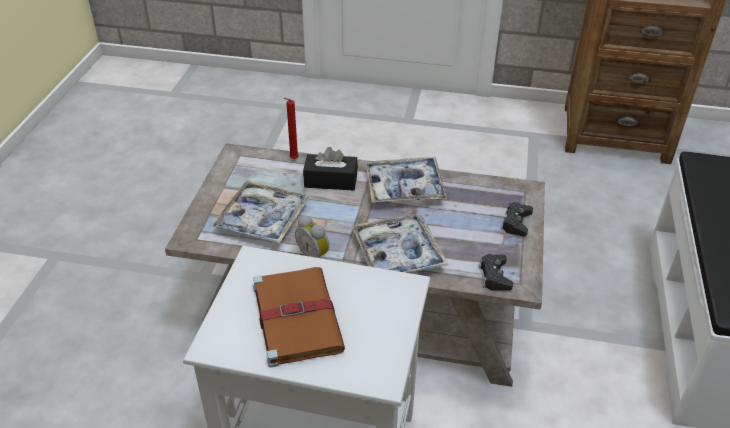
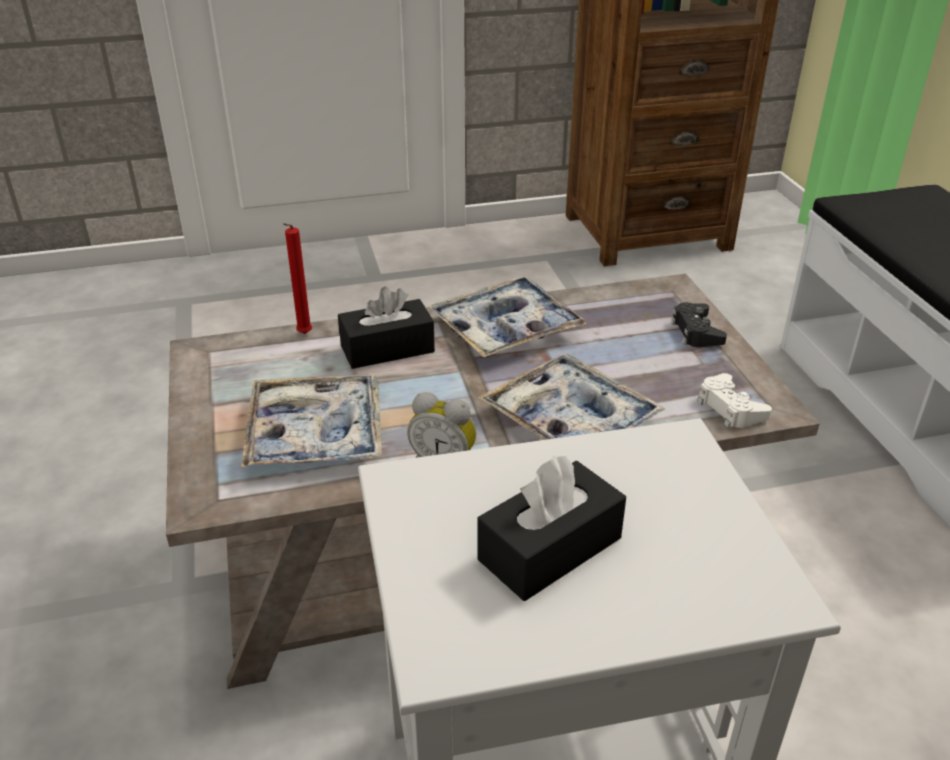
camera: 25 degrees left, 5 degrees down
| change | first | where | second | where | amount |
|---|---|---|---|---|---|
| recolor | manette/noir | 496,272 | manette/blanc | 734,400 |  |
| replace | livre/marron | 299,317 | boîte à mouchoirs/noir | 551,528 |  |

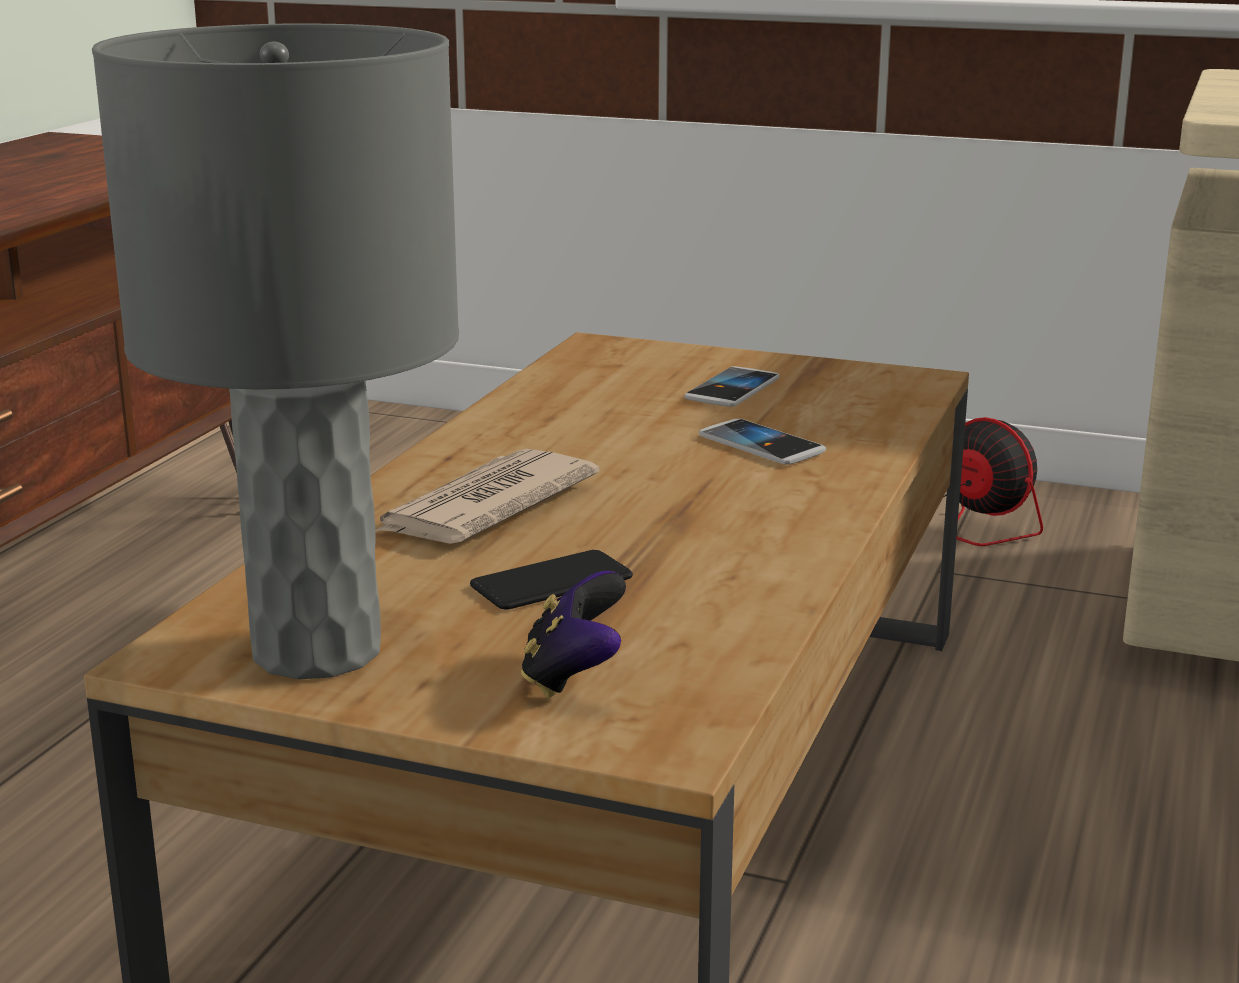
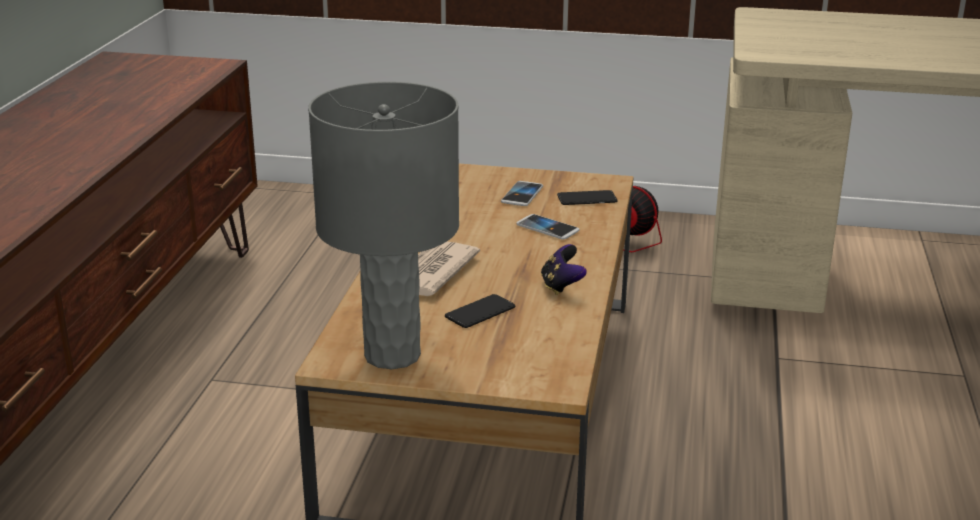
camera: 10 degrees left, 5 degrees up
| change | first | where | second | where | amount |
|---|---|---|---|---|---|
| move | manette | 573,635 |  | 564,269 |  |
| insert |  |  | téléphone | 587,197 |  |

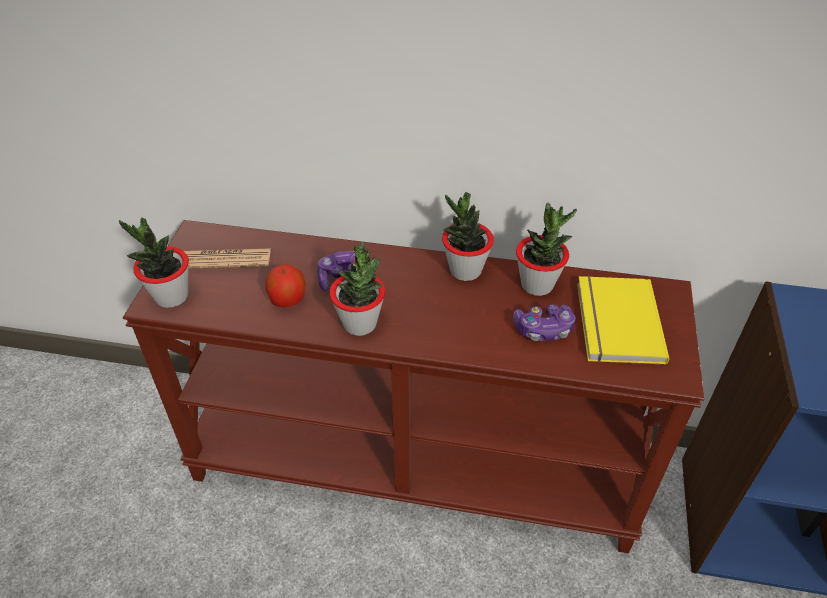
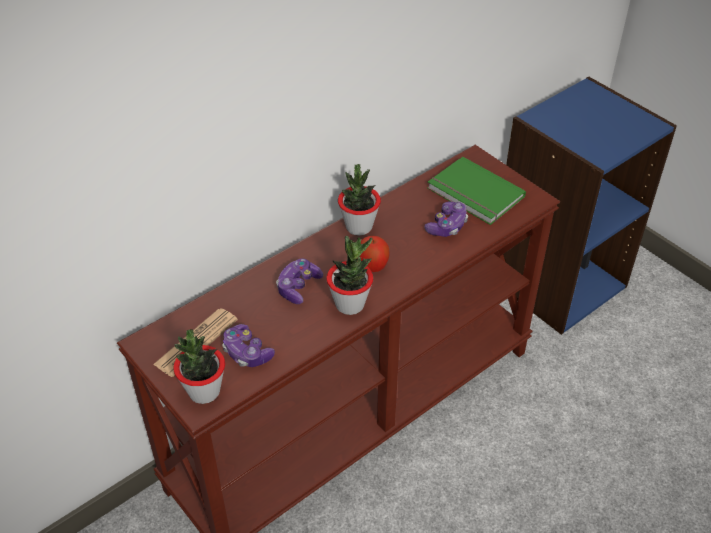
camera: 50 degrees left, 0 degrees up
| change | first | where | second | where | amount |
|---|---|---|---|---|---|
| delete | plante en pot | 546,249 |  |  |  |
| move | pomme | 285,285 |  | 375,254 |  |
| recolor | livre/jaune | 623,320 | livre/vert | 476,190 |  |
| insert |  |  | manette | 248,345 |  |

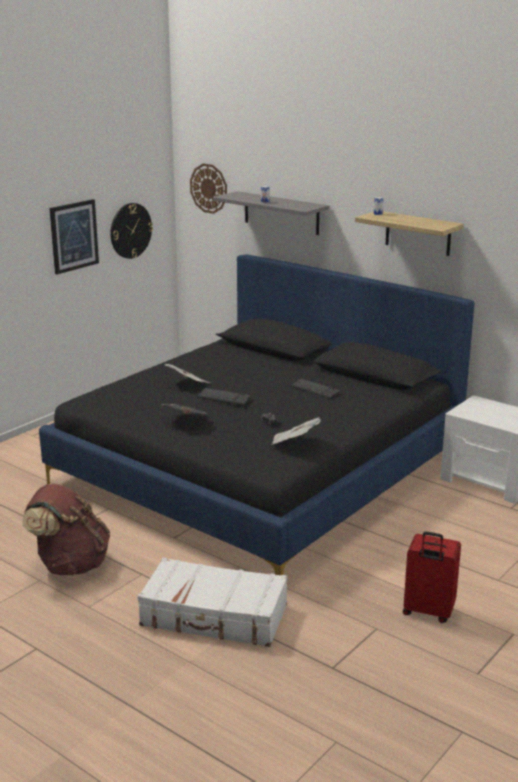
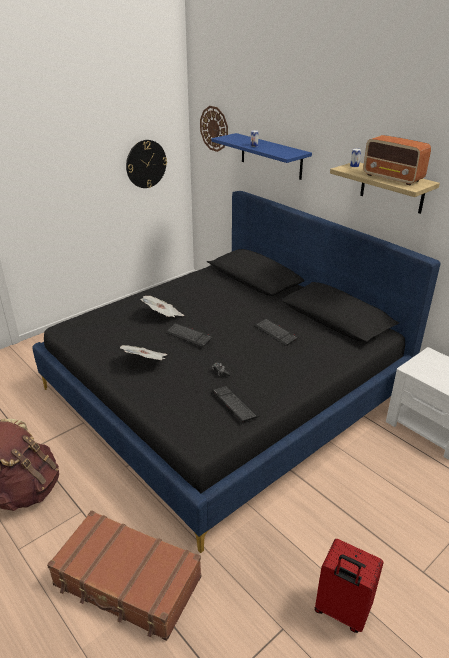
camera: 10 degrees right, 10 degrees up
| change | first | where | second | where | amount |
|---|---|---|---|---|---|
| recolor | étagère/gris | 271,213 | étagère/bleu | 261,156 |  |
| delete | tableau | 74,236 |  |  |  |
| replace | journal | 296,431 | clavier | 235,404 |  |
| recolor | valise/blanc | 212,602 | valise/marron | 124,575 |  |
| insert |  |  | radio | 397,160 |  |

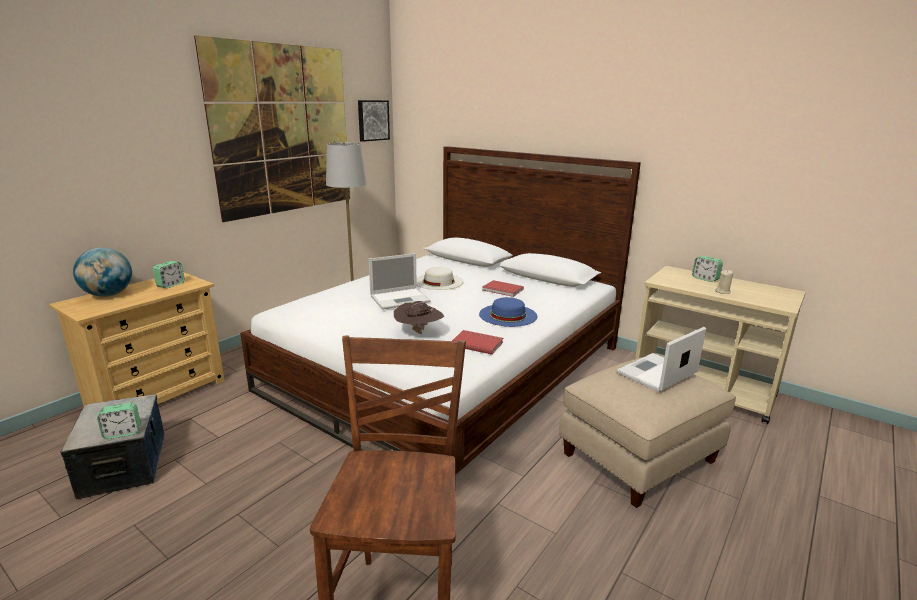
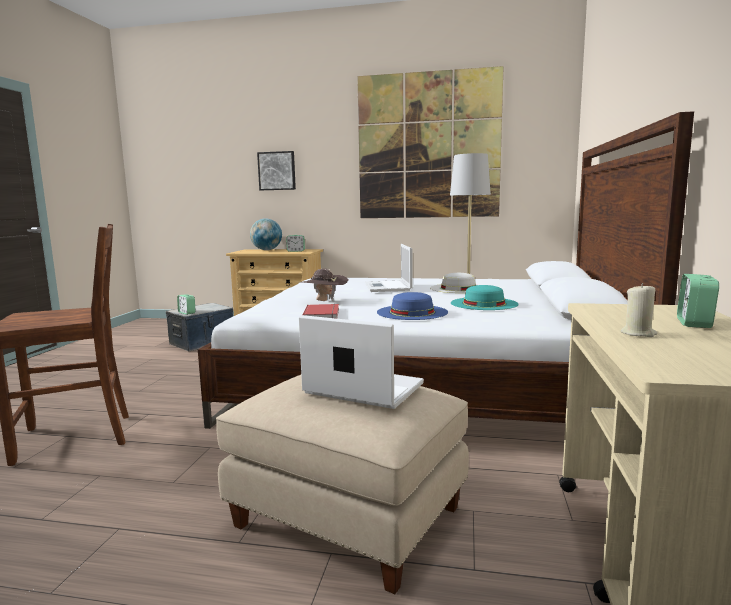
camera: 65 degrees right, 10 degrees down
| change | first | where | second | where | amount |
|---|---|---|---|---|---|
| move | tableau | 374,121 |  | 276,170 |  |
| rotate | ordinateur portable | 399,281 |  | 389,268 | 45 degrees clockwise |
| replace | livre/rouge | 503,288 | chapeau/turquoise | 485,297 |  |

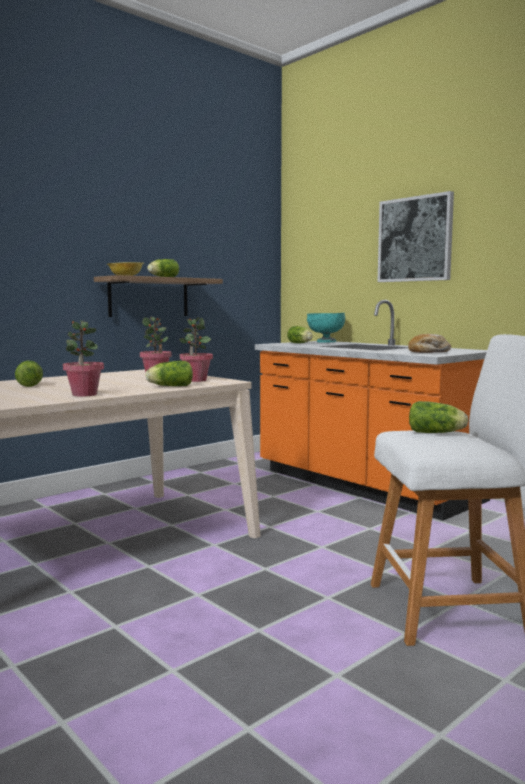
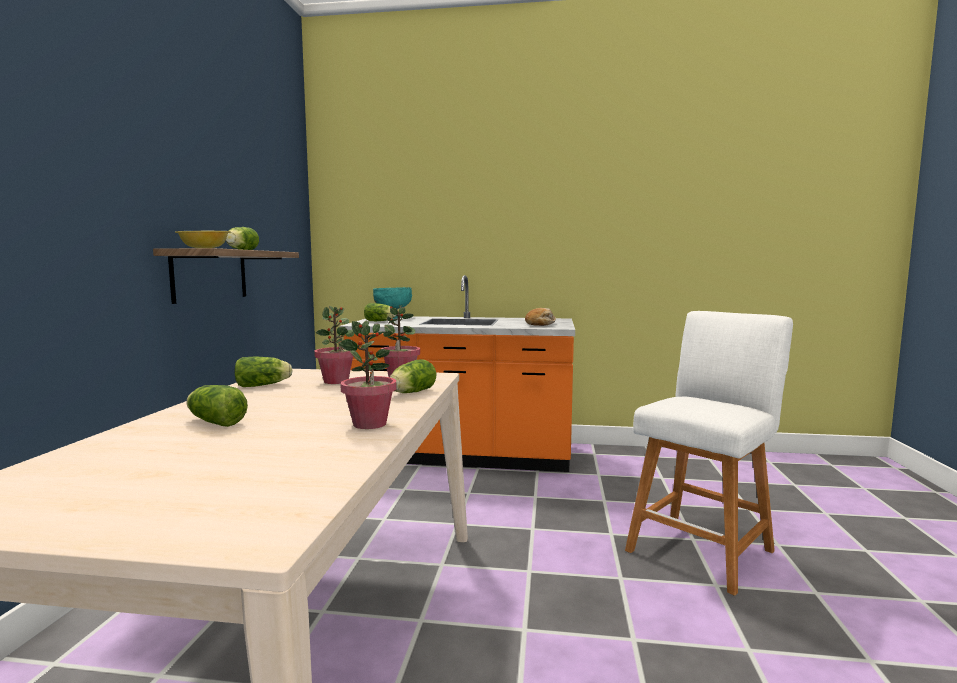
camera: 40 degrees left, 0 degrees up
| change | first | where | second | where | amount |
|---|---|---|---|---|---|
| delete | tableau | 415,236 |  |  |  |
| move | laitue | 438,417 |  | 263,372 |  |

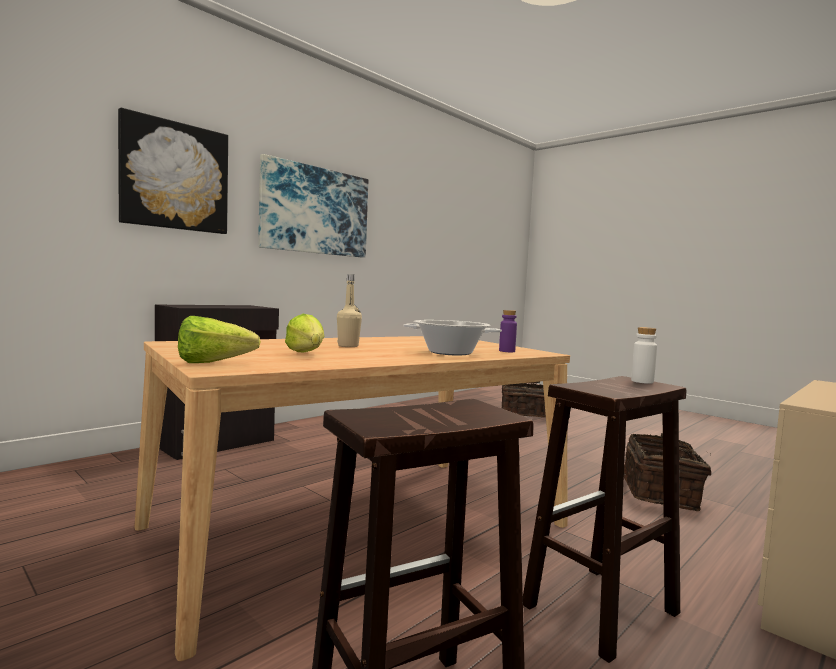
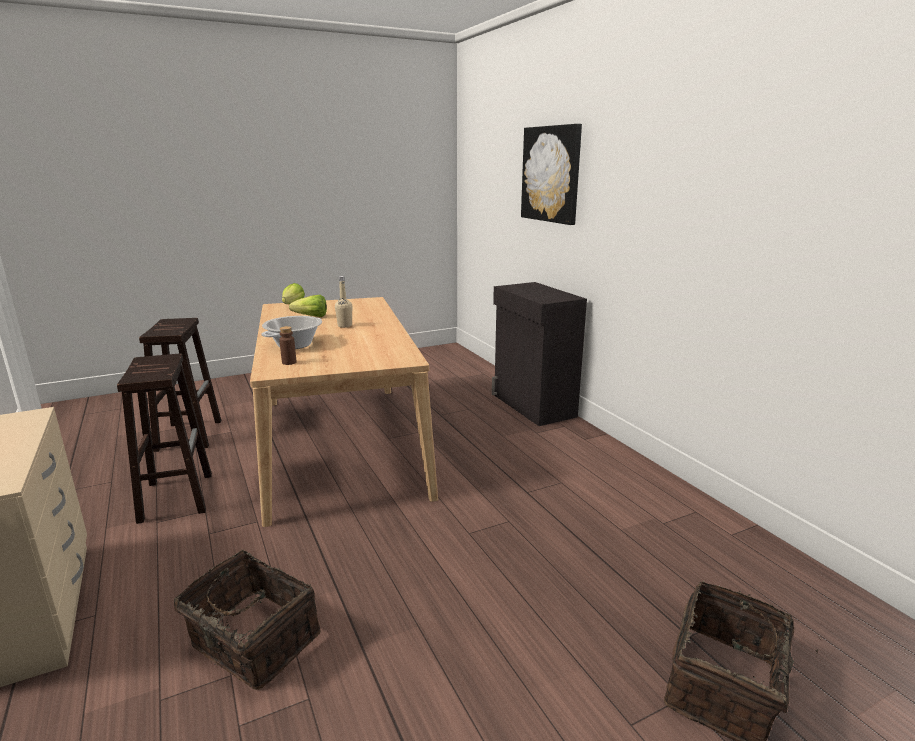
camera: 110 degrees right, 15 degrees up
| change | first | where | second | where | amount |
|---|---|---|---|---|---|
| delete | tableau | 313,206 |  |  |  |
| recolor | bouteille/violet | 508,331 | bouteille/marron | 287,345 |  |
| delete | bouteille/blanc | 644,355 |  |  |  |

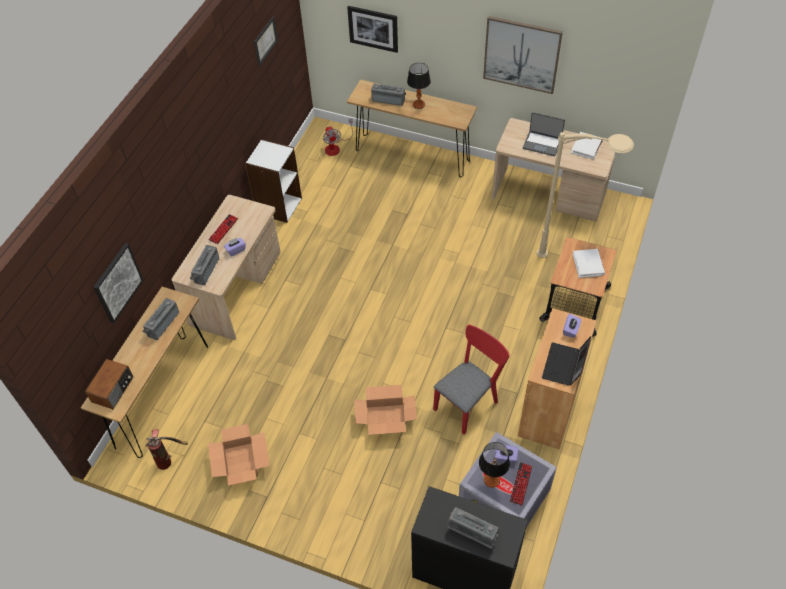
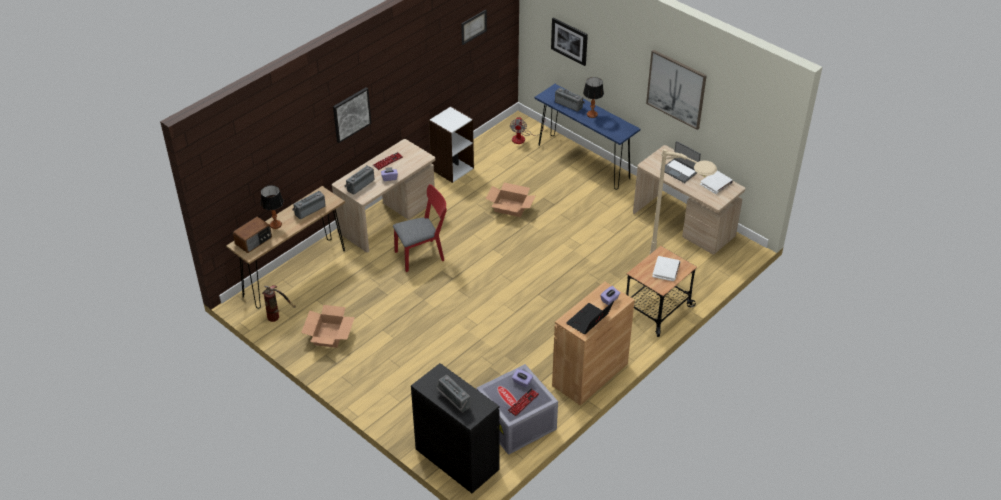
camera: 20 degrees right, 10 degrees down
| change | first | where | second | where | amount |
|---|---|---|---|---|---|
| recolor | table console/marron | 412,128 | table console/bleu | 587,137 |  |
| move | tableau | 118,283 |  | 352,115 |  |
| move | chaise/rouge | 471,379 |  | 420,228 |  |
| move | carton | 385,410 |  | 511,200 |  |
| move | lampe de table | 494,465 |  | 272,207 |  |

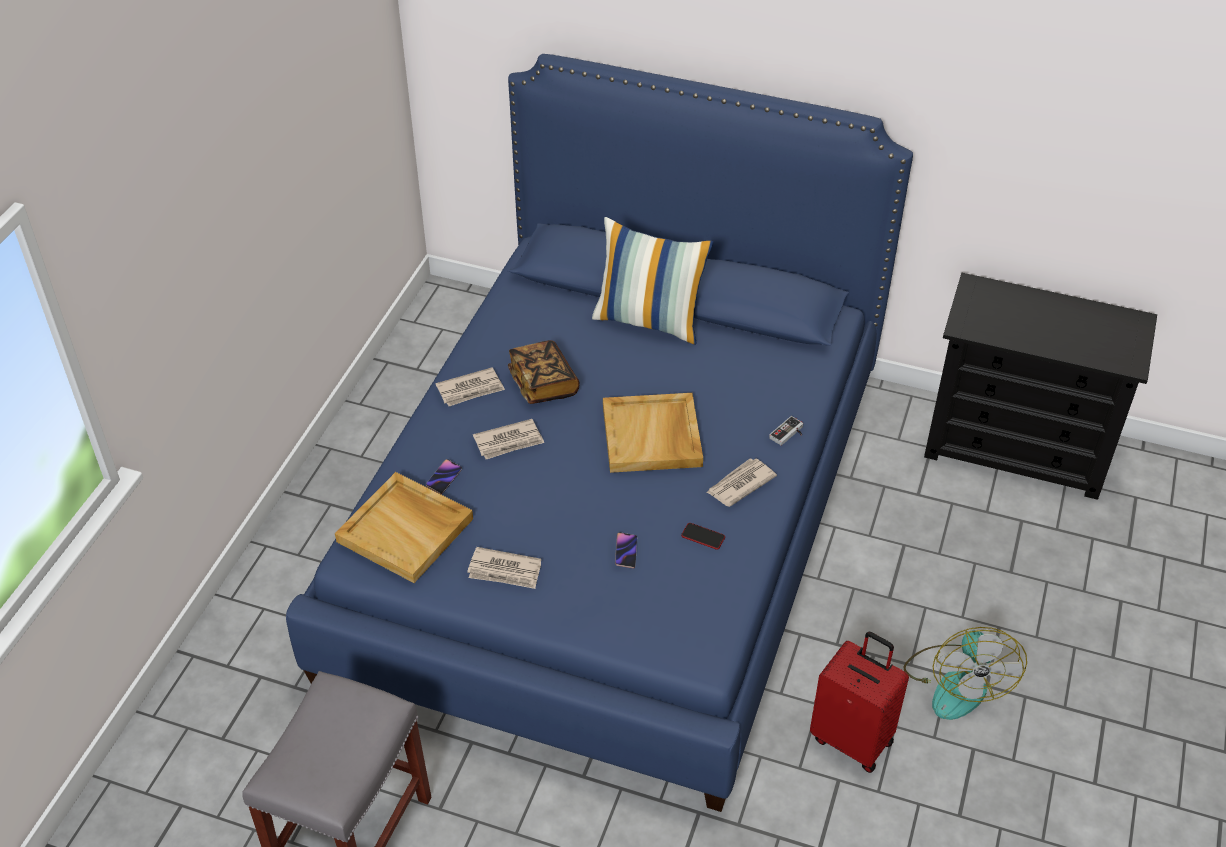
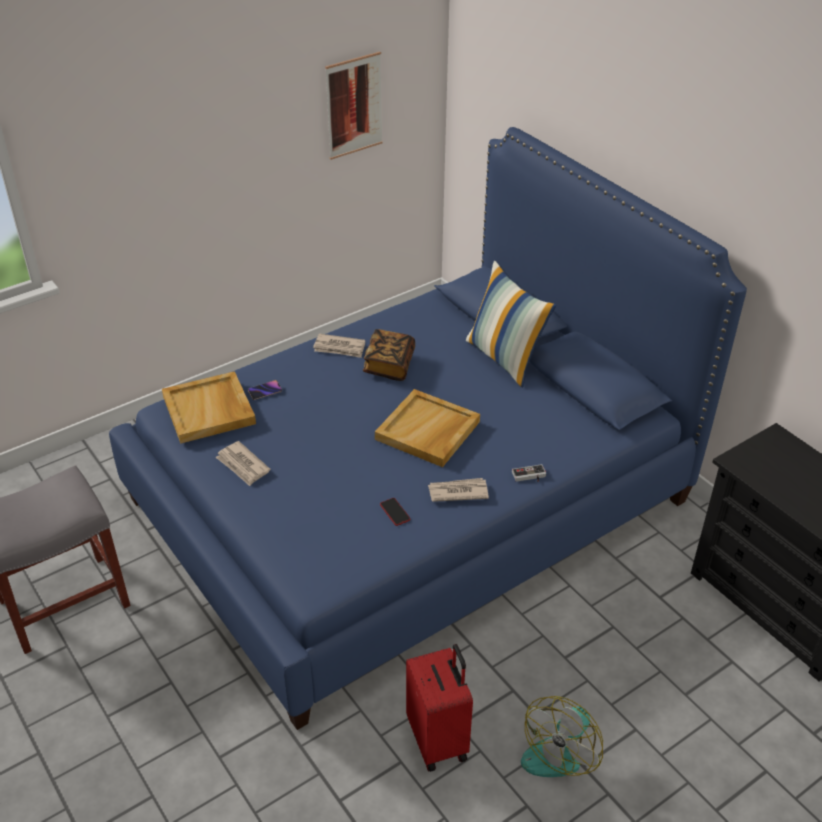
camera: 35 degrees right, 5 degrees down
| change | first | where | second | where | amount |
|---|---|---|---|---|---|
| delete | journal | 508,439 |  |  |  |
| delete | téléphone | 626,550 |  |  |  |
| insert |  |  | tableau | 353,106 |  |

